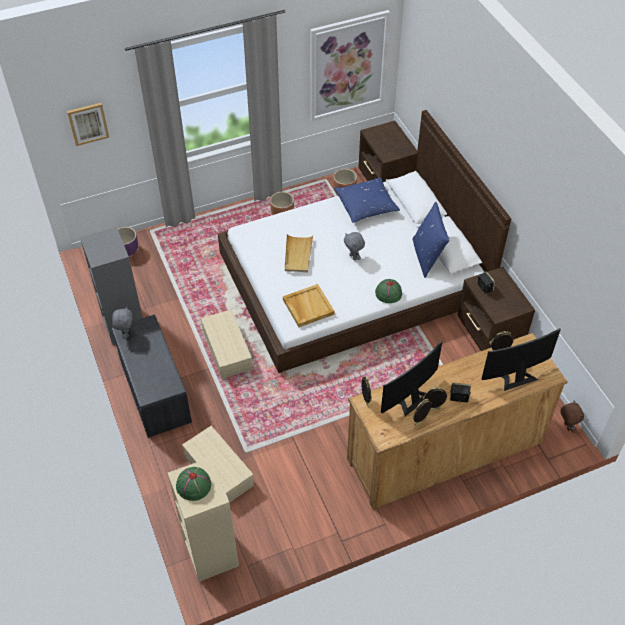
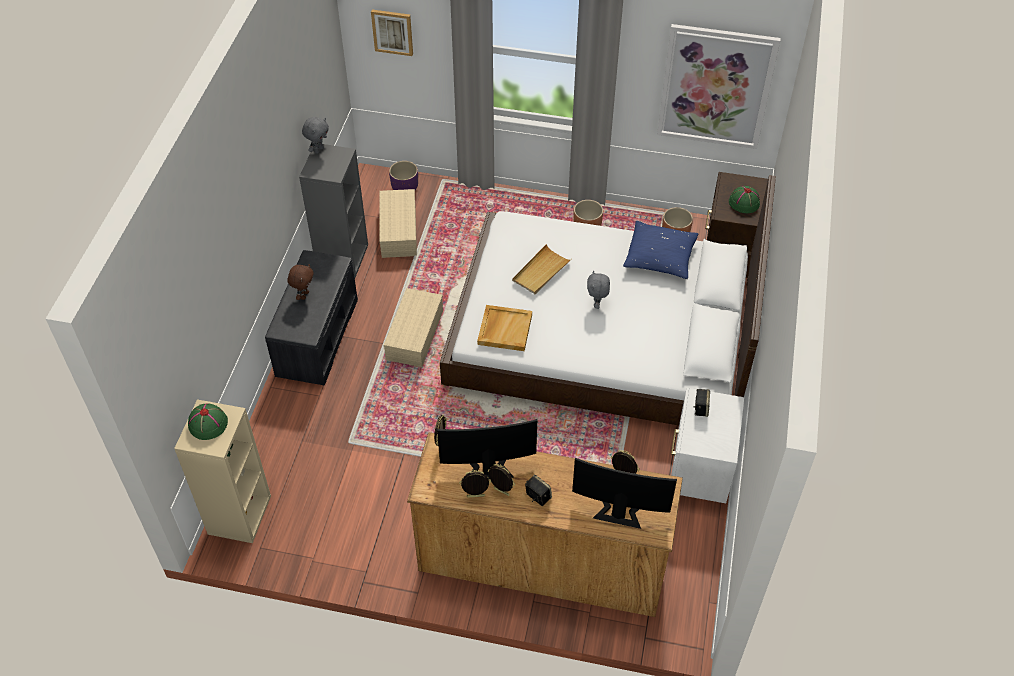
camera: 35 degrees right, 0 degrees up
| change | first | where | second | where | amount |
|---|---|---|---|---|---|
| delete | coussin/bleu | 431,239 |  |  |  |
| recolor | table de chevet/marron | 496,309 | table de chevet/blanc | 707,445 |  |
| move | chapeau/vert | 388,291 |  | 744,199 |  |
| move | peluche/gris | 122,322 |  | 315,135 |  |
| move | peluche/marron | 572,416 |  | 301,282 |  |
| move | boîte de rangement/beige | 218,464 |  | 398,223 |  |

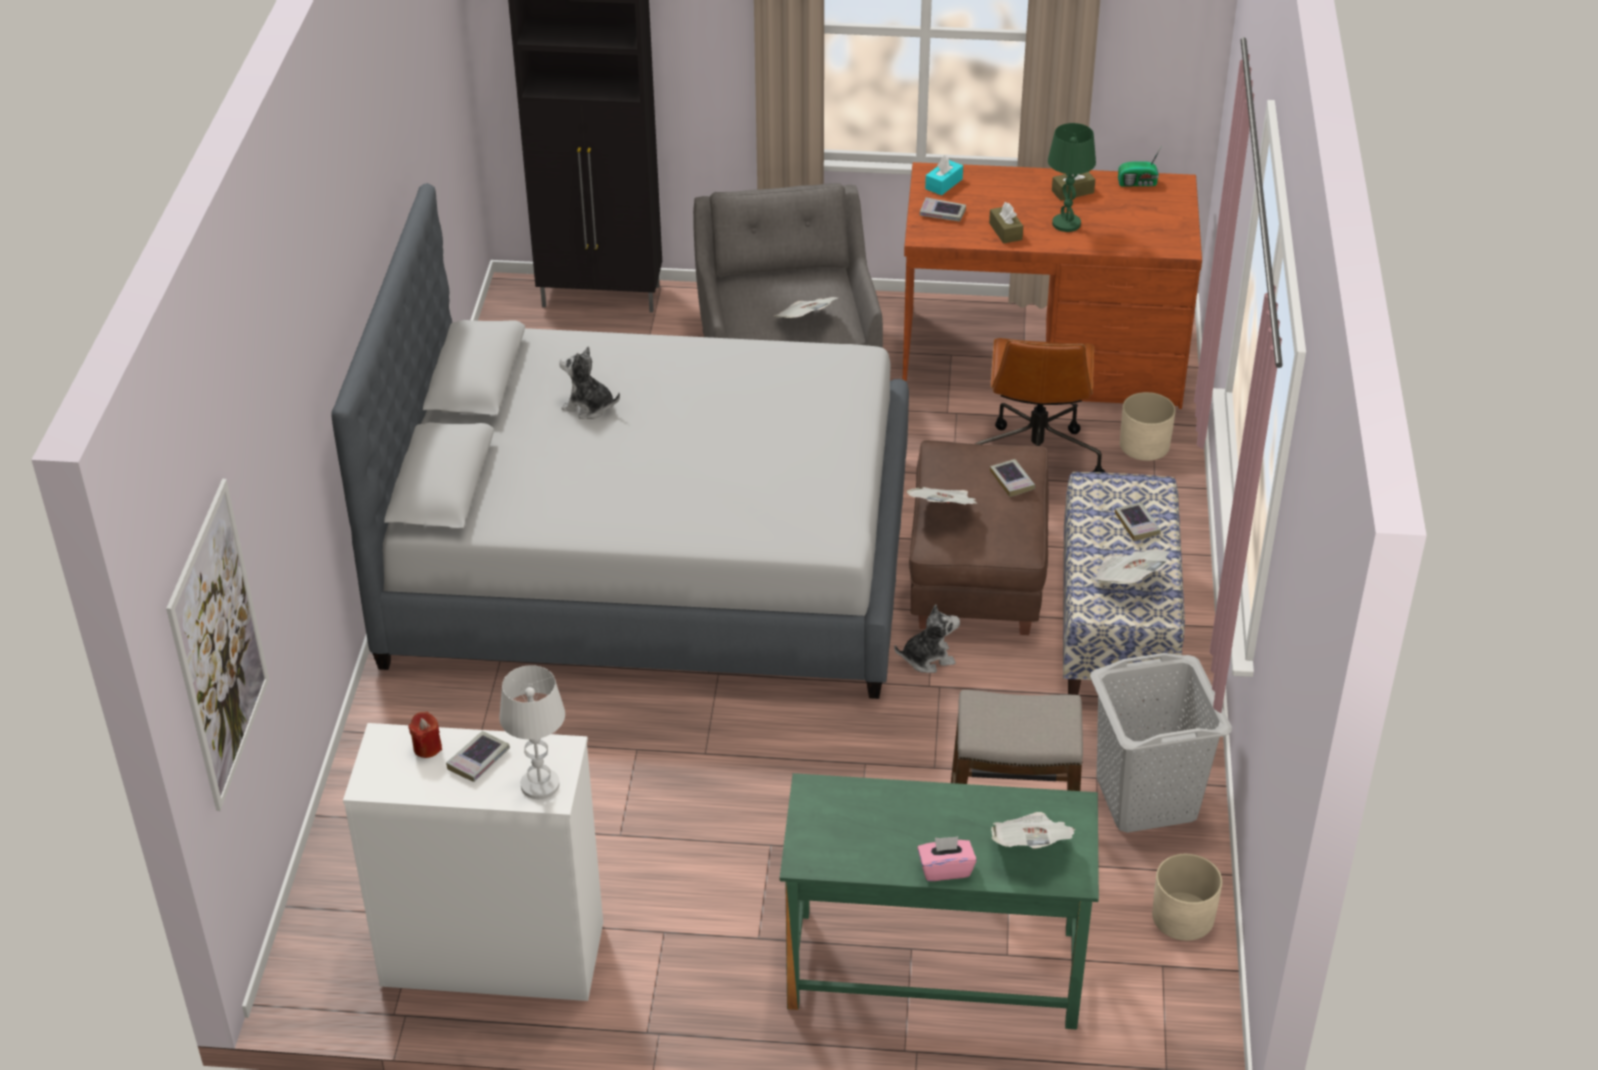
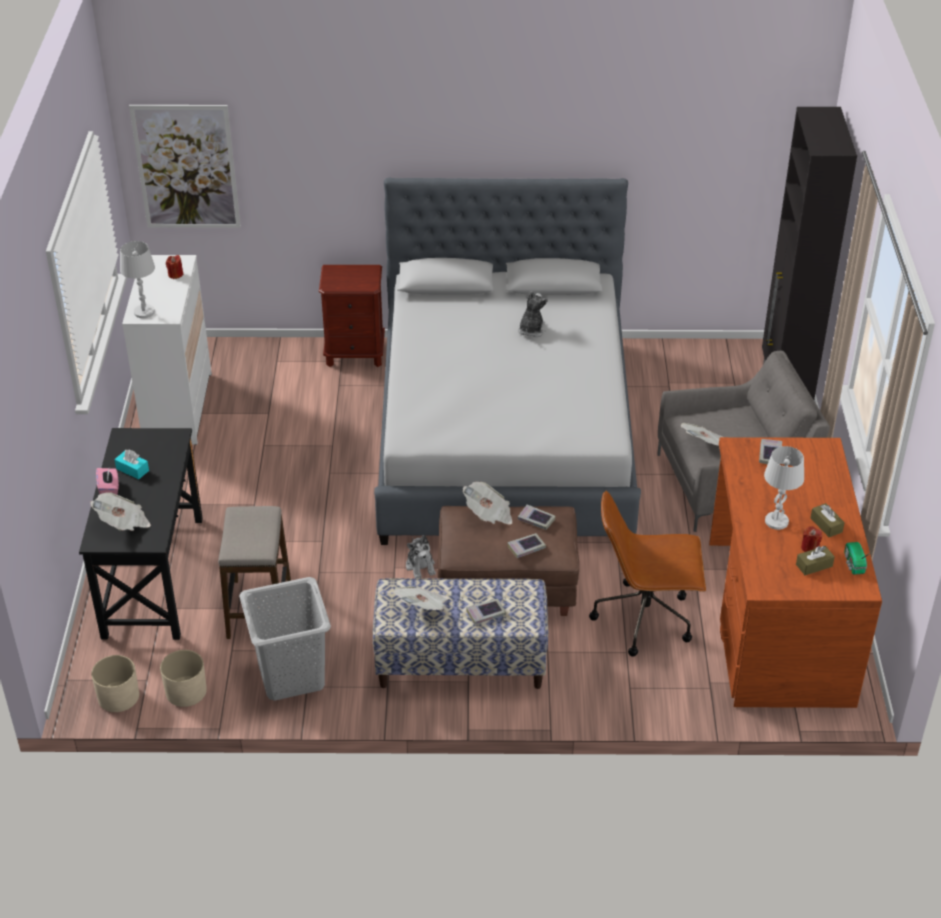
camera: 85 degrees right, 0 degrees up
| change | first | where | second | where | amount |
|---|---|---|---|---|---|
| recolor | lampe de table/vert | 1072,177 | lampe de table/blanc | 784,488 |  |
| move | boîte à mouchoirs/turquoise | 944,176 |  | 131,464 |  |
| move | boîte à mouchoirs/marron | 1006,223 |  | 815,560 |  |
| move | cache-pot/beige | 1148,426 |  | 115,683 |  |
| move | livre | 478,756 |  | 537,517 |  |
| recolor | bureau/vert | 939,901 | bureau/noir | 141,534 |  |
| insert |  |  | table de chevet/marron | 352,316 |  |
| insert |  |  | bougie/rouge | 811,539 |  |

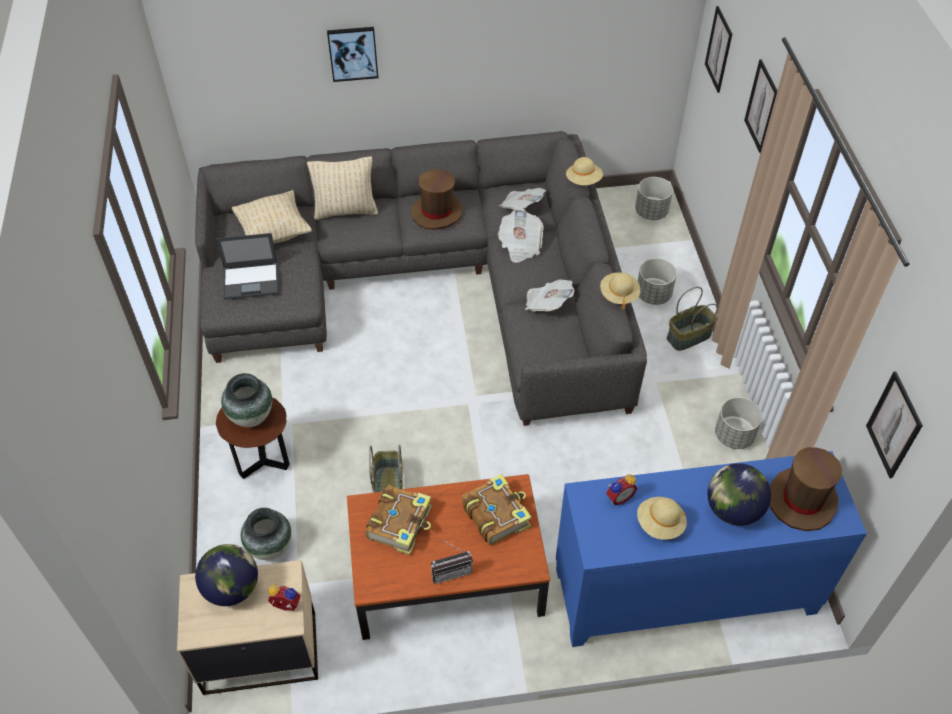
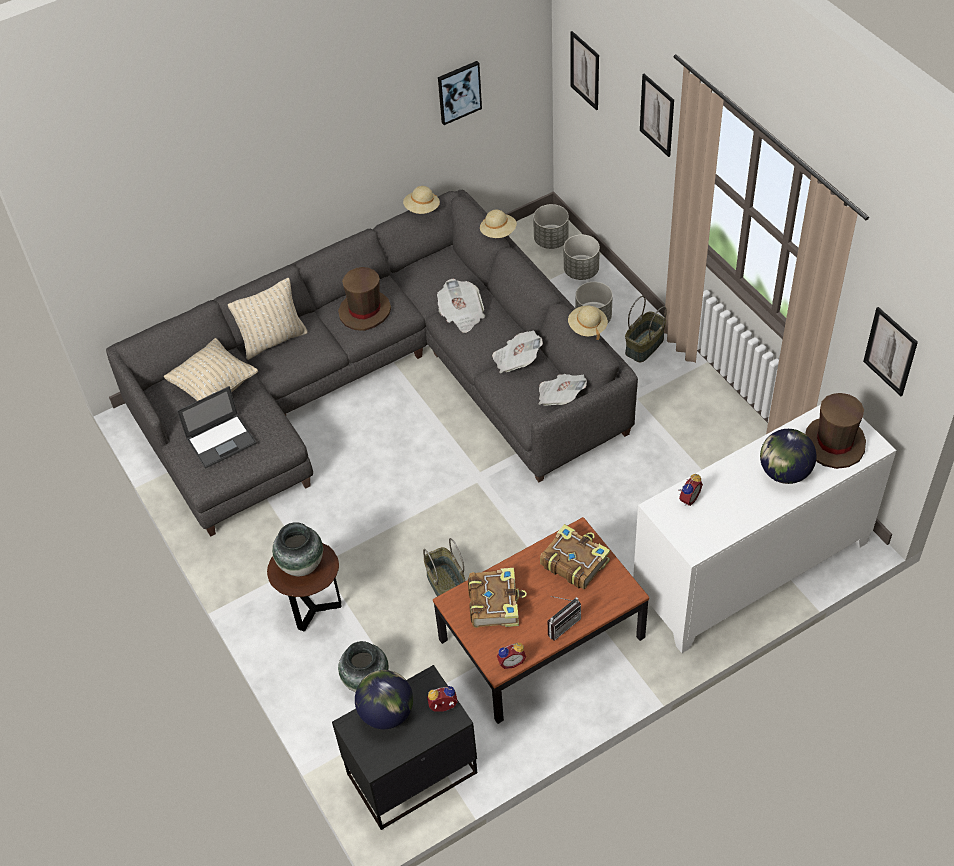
camera: 20 degrees left, 0 degrees up
| change | first | where | second | where | amount |
|---|---|---|---|---|---|
| move | tableau | 352,54 |  | 460,93 |  |
| move | journal | 523,199 |  | 563,390 |  |
| move | cache-pot/gris | 738,423 |  | 582,257 |  |
| recolor | meuble de rangement/bleu | 711,549 | meuble de rangement/blanc | 764,529 |  |
| move | chapeau/beige | 662,518 |  | 421,200 |  |
| recolor | table de chevet/beige | 247,627 | table de chevet/noir | 405,747 |  |
| insert |  |  | réveil | 511,656 |  |

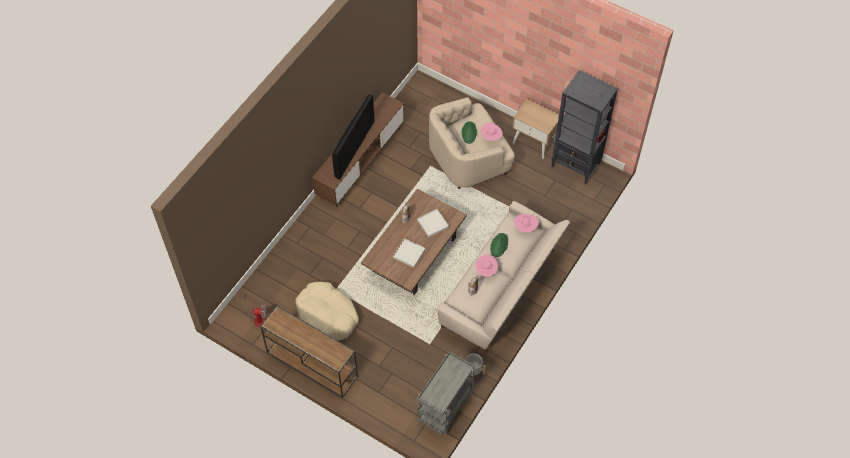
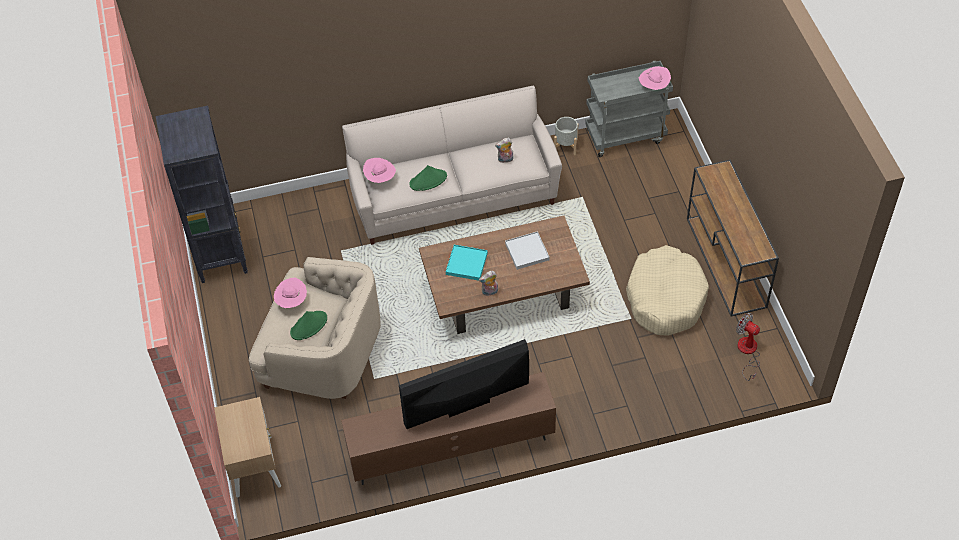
camera: 135 degrees left, 5 degrees down
| change | first | where | second | where | amount |
|---|---|---|---|---|---|
| move | table de chevet/beige | 535,129 |  | 247,447 |  |
| recolor | plateau/blanc | 433,223 | plateau/turquoise | 467,263 |  |
| move | chapeau/rose | 487,265 |  | 655,78 |  |

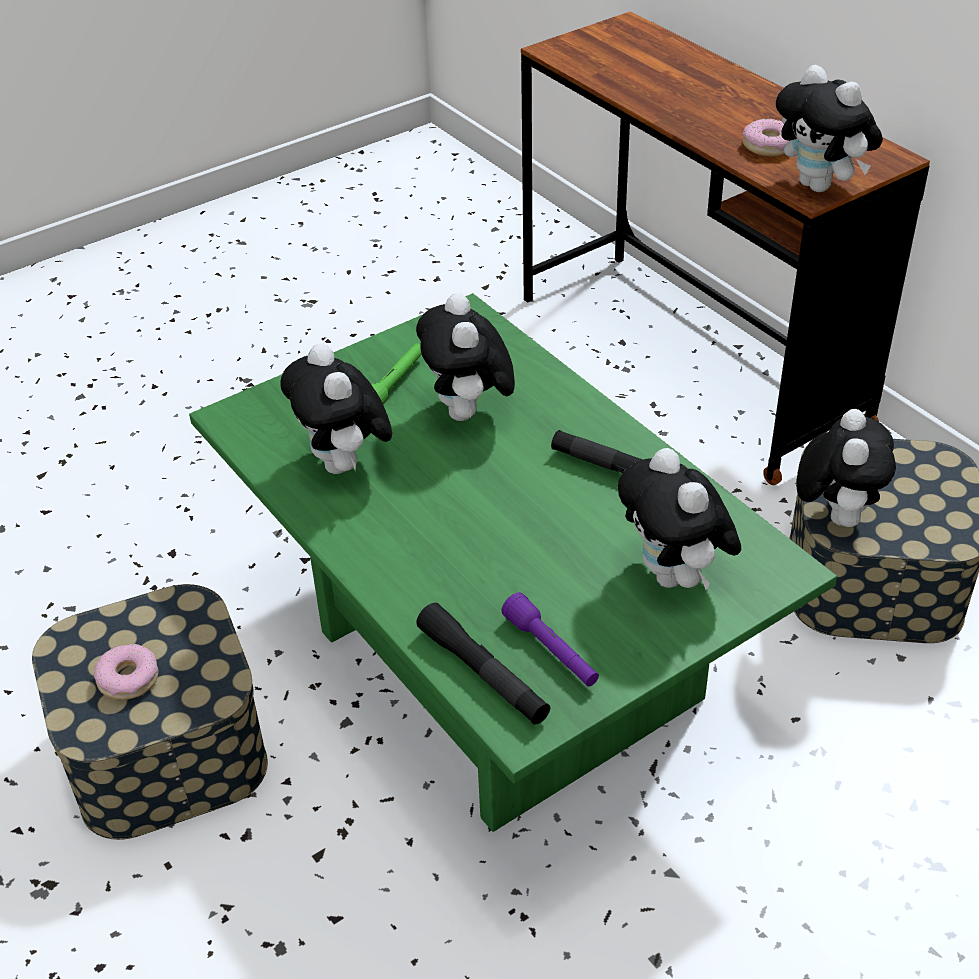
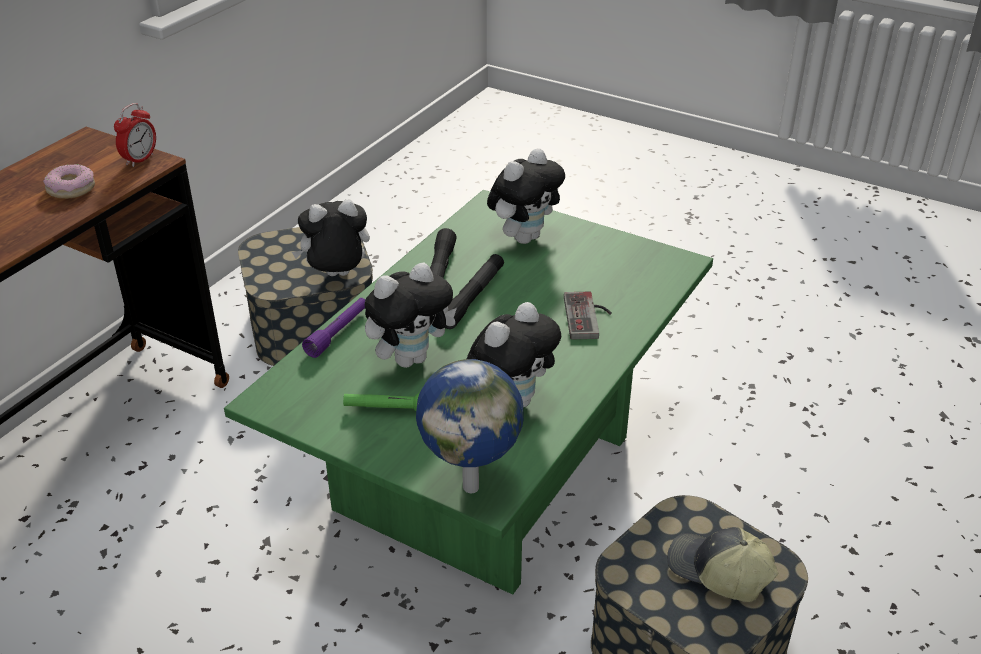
camera: 115 degrees left, 5 degrees down
| change | first | where | second | where | amount |
|---|---|---|---|---|---|
| replace | peluche | 829,128 | réveil | 135,135 |  |
| move | lampe de poche/violet | 550,639 |  | 333,328 |  |
| move | lampe de poche/noir | 483,664 |  | 474,291 |  |
| replace | beignet | 126,672 | casquette | 722,564 |  |
| insert |  |  | manette | 588,315 |  |
| insert |  |  | globe | 470,426 |  |

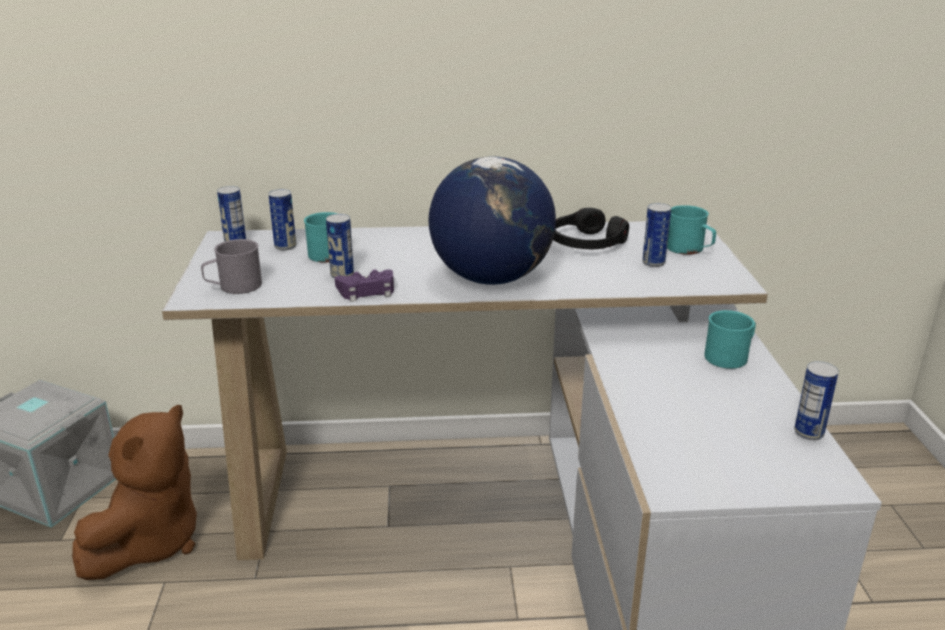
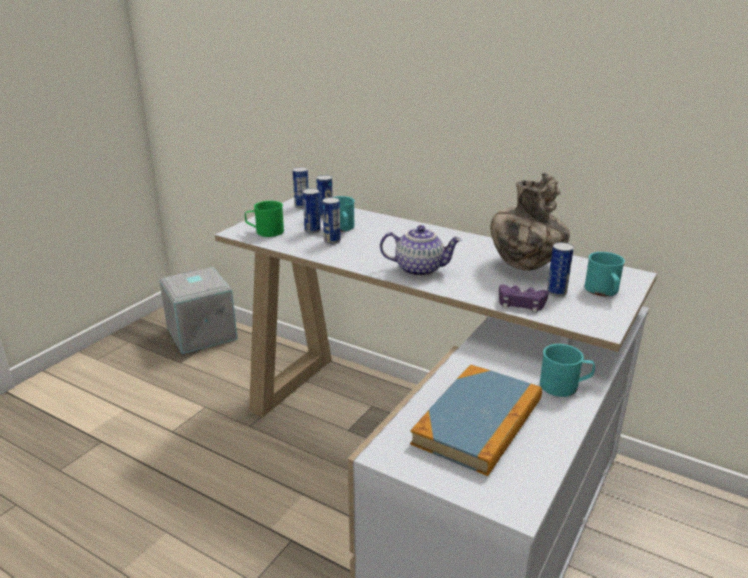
camera: 35 degrees right, 0 degrees up
| change | first | where | second | where | amount |
|---|---|---|---|---|---|
| replace | globe | 492,220 | théière | 421,251 |  |
| replace | casque audio/noir | 591,228 | vase | 530,222 |  |
| recolor | mug/gris | 231,266 | mug/vert | 264,219 |  |
| move | manette/violet | 364,286 |  | 524,299 |  |
| move | boîte métallique | 816,400 |  | 312,211 |  |
| delete | peluche/marron | 134,492 |  |  |  |
| insert |  |  | livre | 476,420 |  |

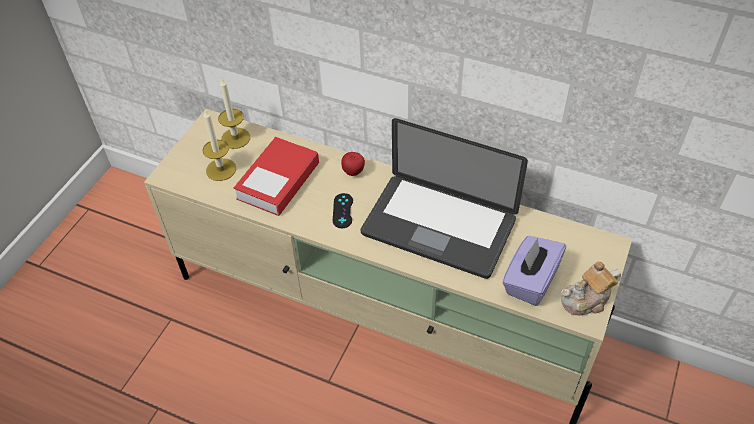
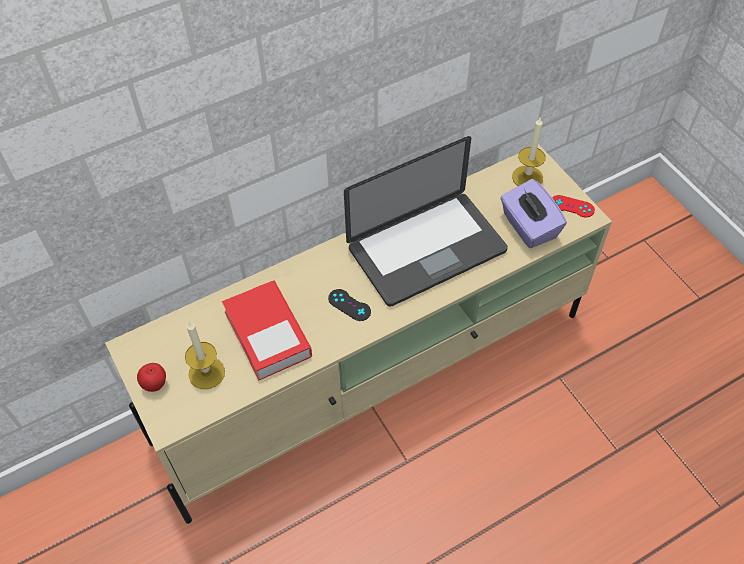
camera: 55 degrees left, 5 degrees up
| change | first | where | second | where | amount |
|---|---|---|---|---|---|
| move | bougie | 234,114 |  | 529,151 |  |
| move | pomme | 353,164 |  | 151,377 |  |
| replace | théière | 591,288 | manette/rouge | 573,206 |  |

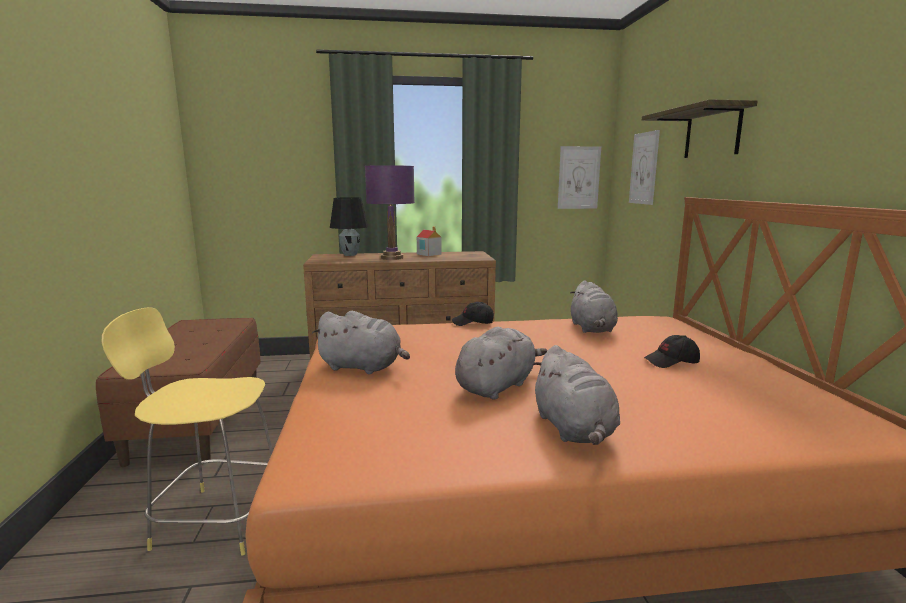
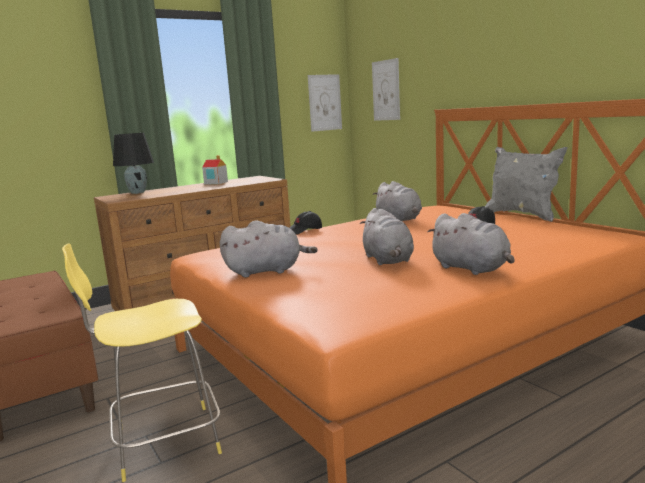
camera: 25 degrees left, 0 degrees up
| change | first | where | second | where | amount |
|---|---|---|---|---|---|
| delete | étagère | 700,128 |  |  |  |
| delete | lampe de table/violet | 390,212 |  |  |  |
| rotate | peluche/gris | 501,363 |  | 387,236 | 150 degrees clockwise |
| insert |  |  | coussin/gris | 526,184 |  |

